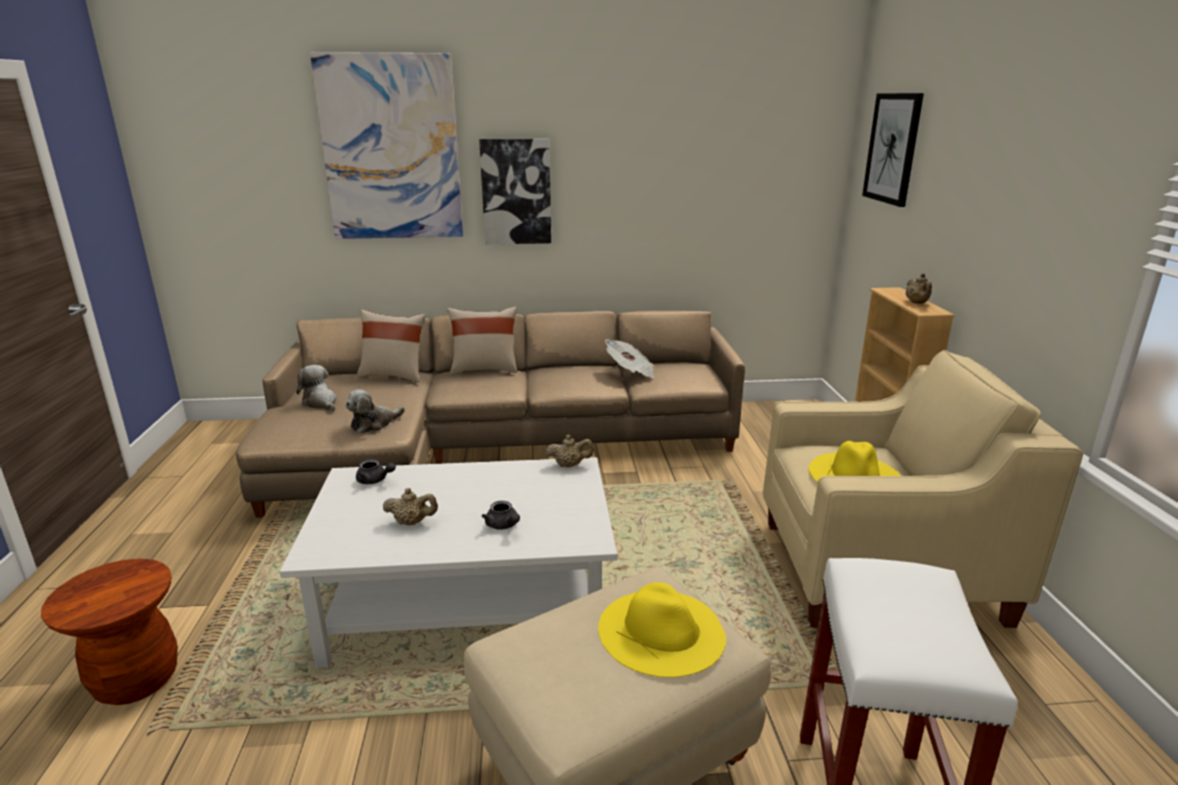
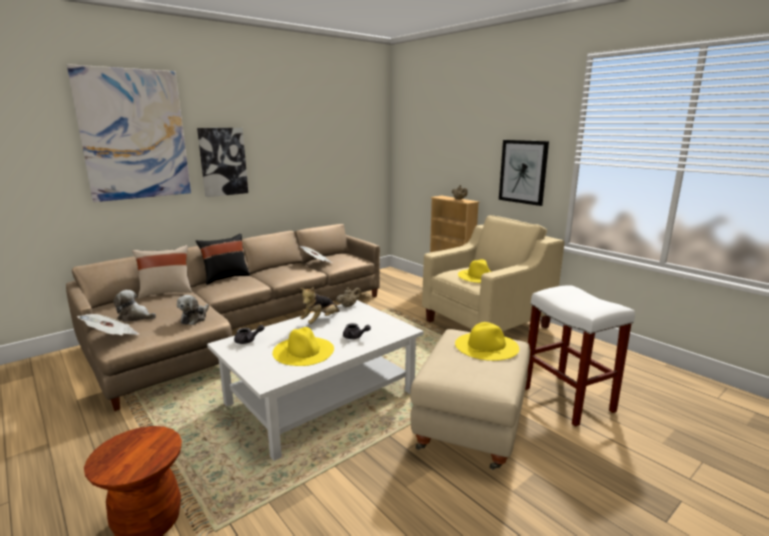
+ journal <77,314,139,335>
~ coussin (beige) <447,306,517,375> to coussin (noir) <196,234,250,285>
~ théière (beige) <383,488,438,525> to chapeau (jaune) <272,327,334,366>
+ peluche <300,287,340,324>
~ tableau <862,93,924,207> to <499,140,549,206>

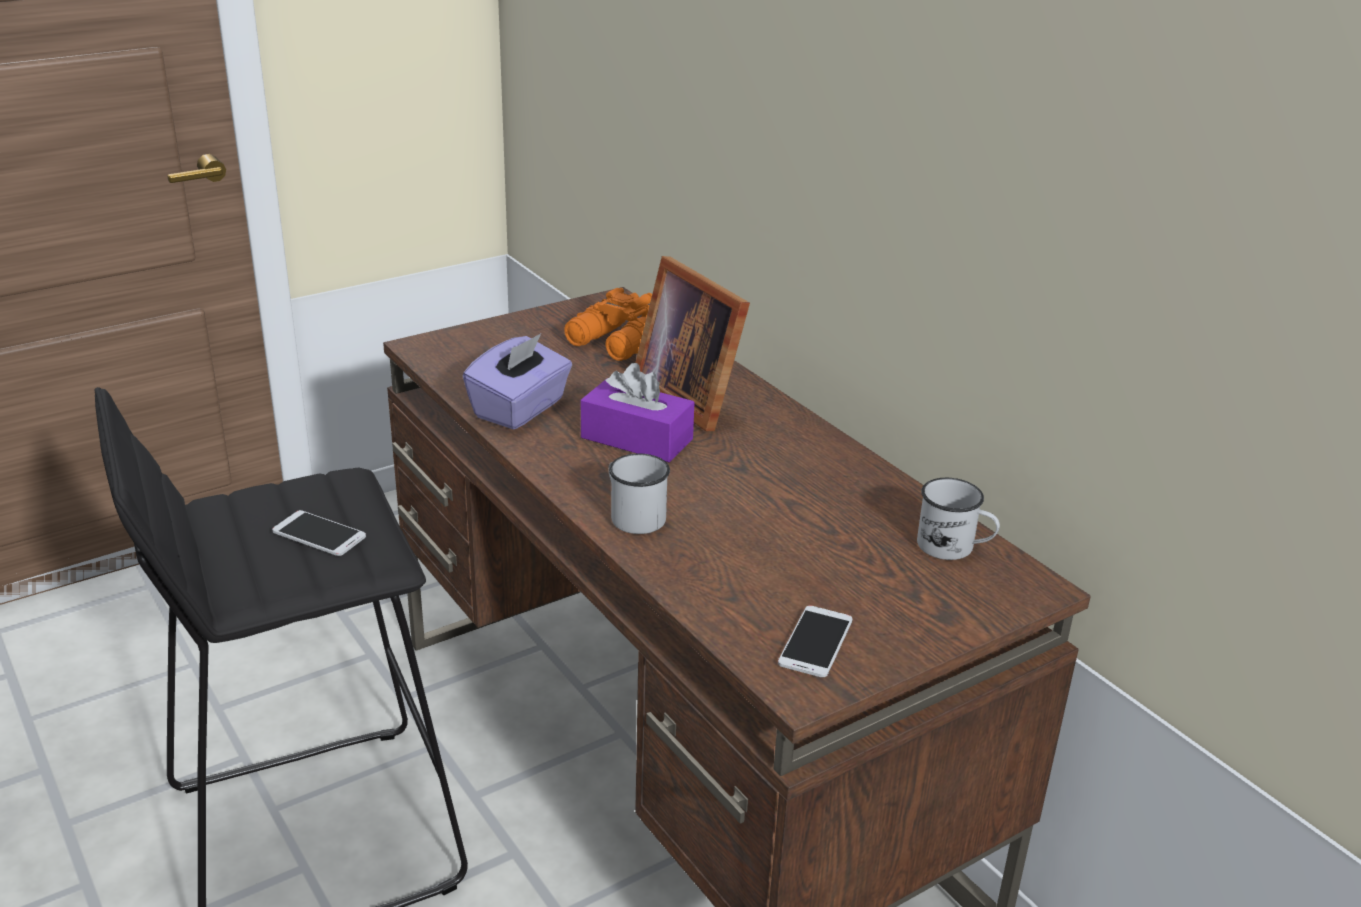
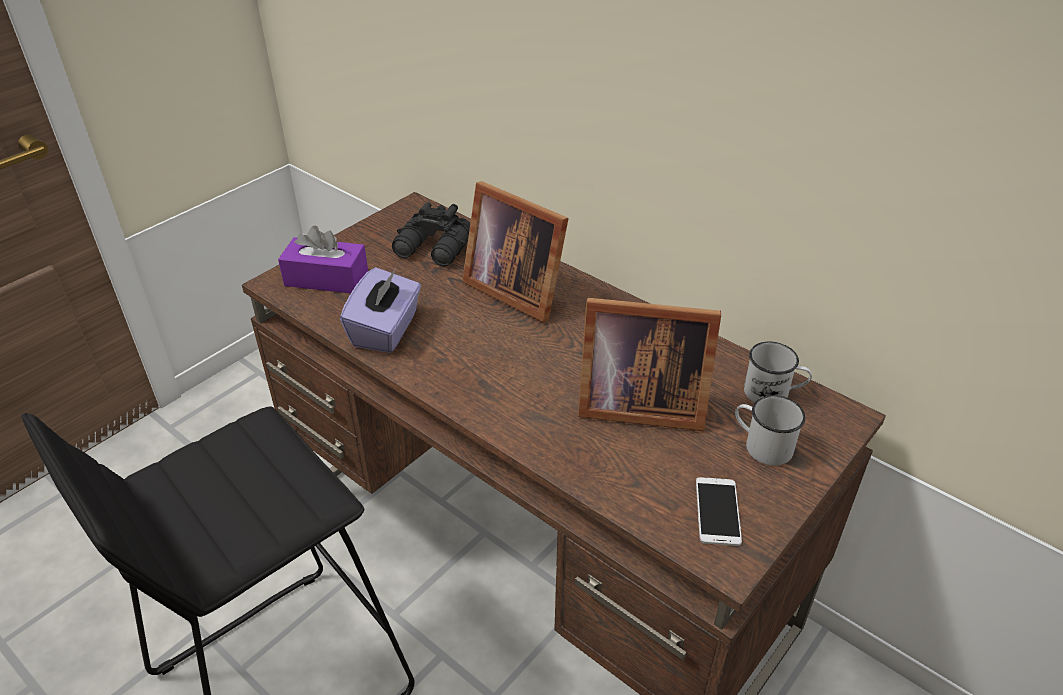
~ boîte à mouchoirs (violet) <581,363,694,462> to <278,225,368,293>
~ jumelles (orange) <564,288,652,361> to jumelles (noir) <392,203,470,266>
+ cadre photo <578,298,721,431>
~ mug (blanc) <608,453,670,534> to <735,395,806,466>
- téléphone <272,510,366,556>

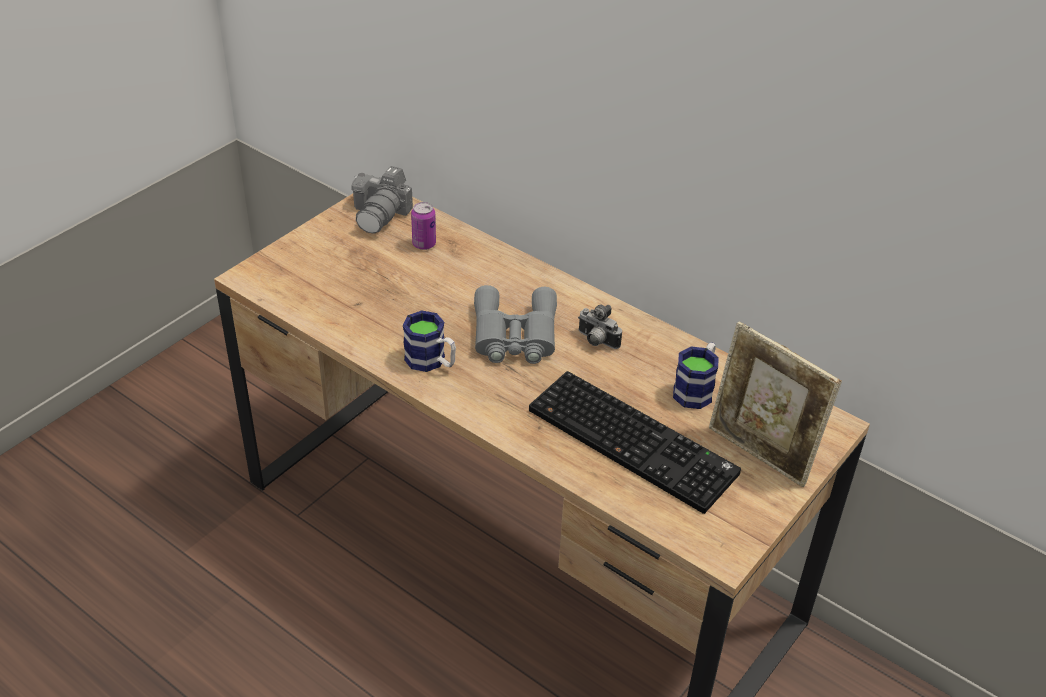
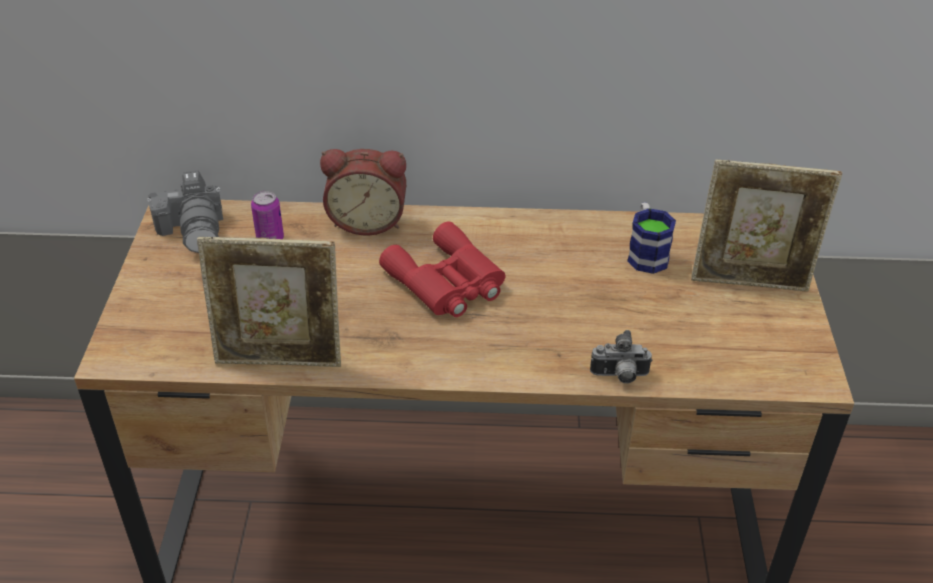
+ cadre photo <197,237,341,367>
+ réveil <320,149,406,236>
~ jumelles (gris) <474,285,557,364> to jumelles (rouge) <379,222,505,317>
~ appareil photo <578,305,622,349> to <590,330,652,383>
- mug <403,310,456,372>
- clavier <529,371,741,514>

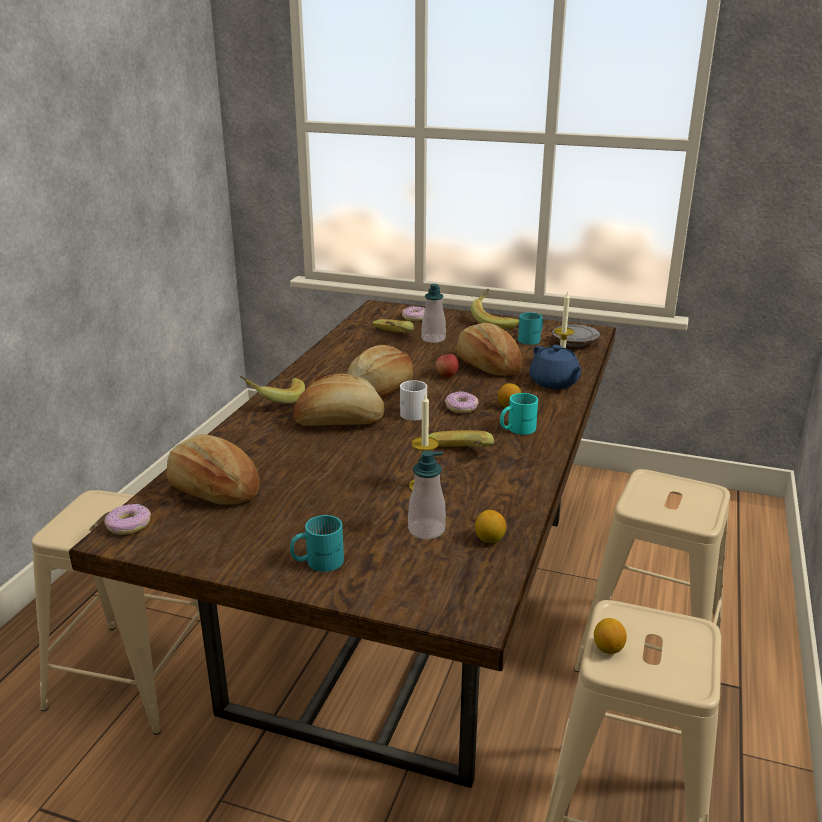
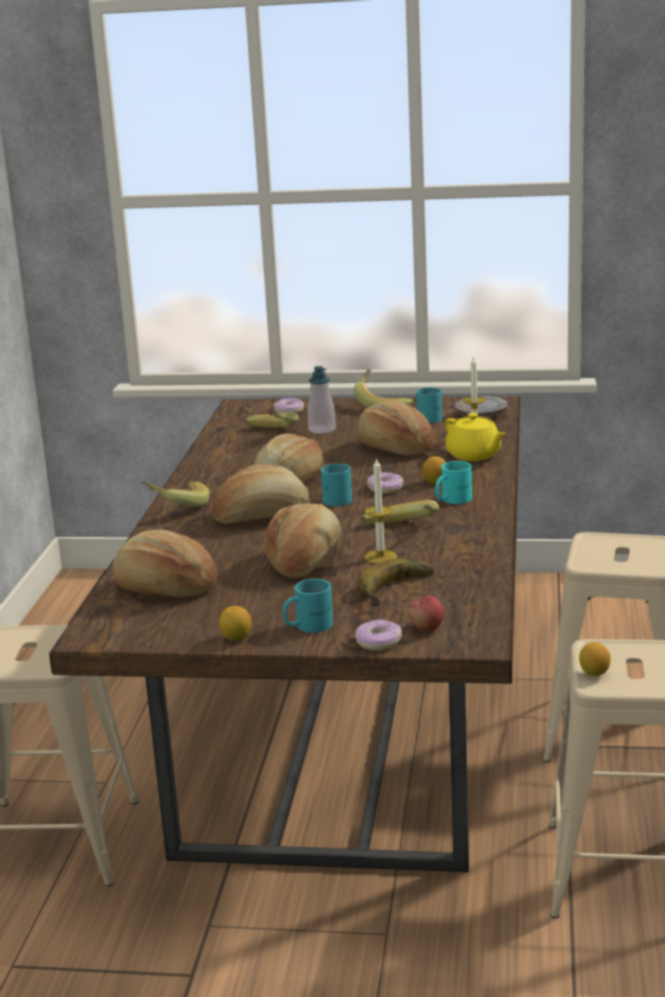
~ citron <475,510,506,543> to <219,606,252,641>
+ pain <265,504,341,578>
~ mug (blanc) <400,380,427,421> to mug (turquoise) <321,464,352,506>
~ beignet <105,503,151,535> to <355,619,402,651>
~ distributeur de savon <408,450,446,539> to banane <357,558,434,606>
~ pomme <435,354,459,378> to <409,596,444,631>
~ théière (bleu) <529,345,582,389> to théière (jaune) <445,413,506,461>

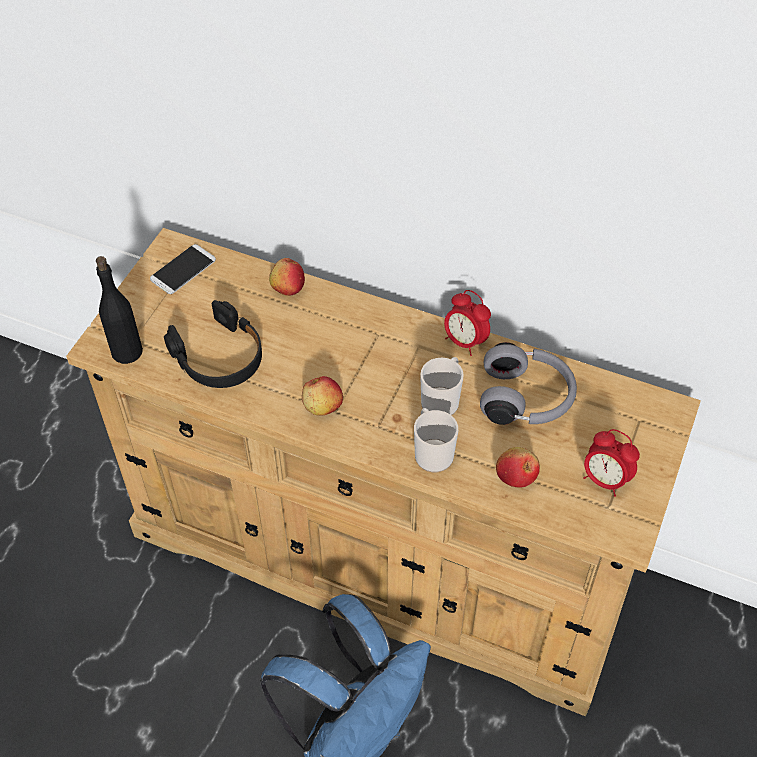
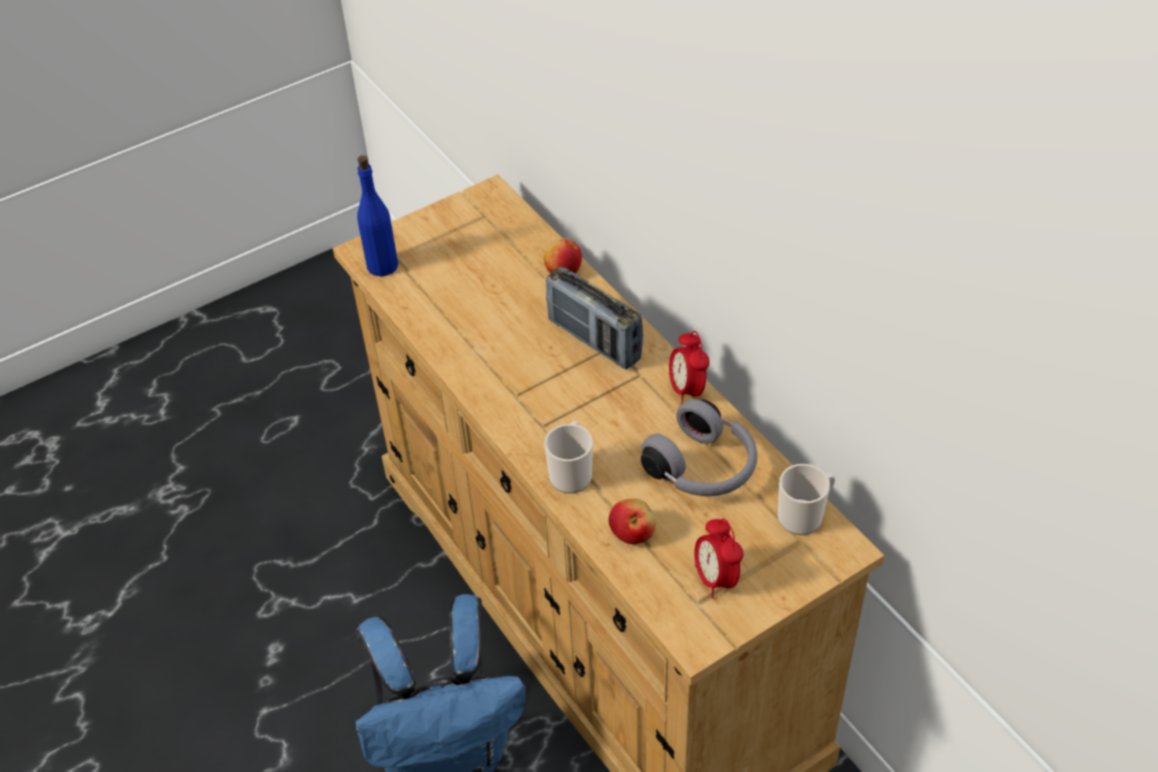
~ bouteille (noir) <96,256,143,364> to bouteille (bleu) <357,155,398,276>
+ radio <546,266,643,369>
~ mug <420,357,464,415> to <778,464,835,535>
- téléphone <150,244,216,294>
- casque audio (noir) <164,300,262,388>
- pomme <302,376,343,416>

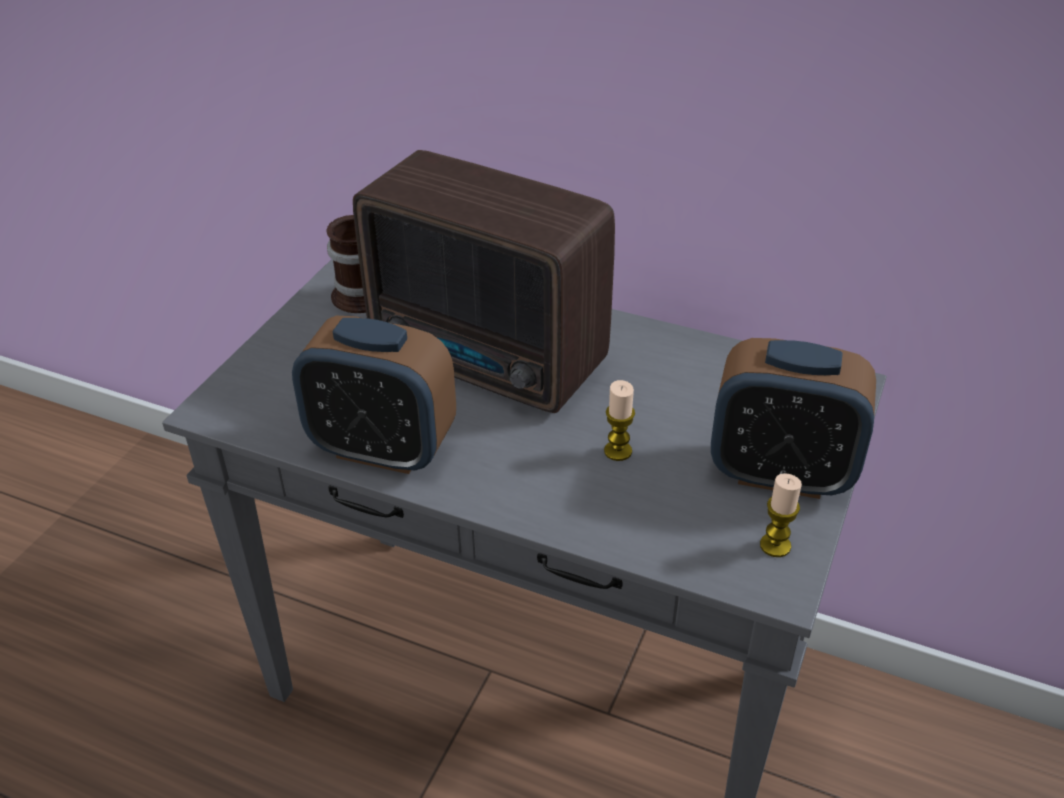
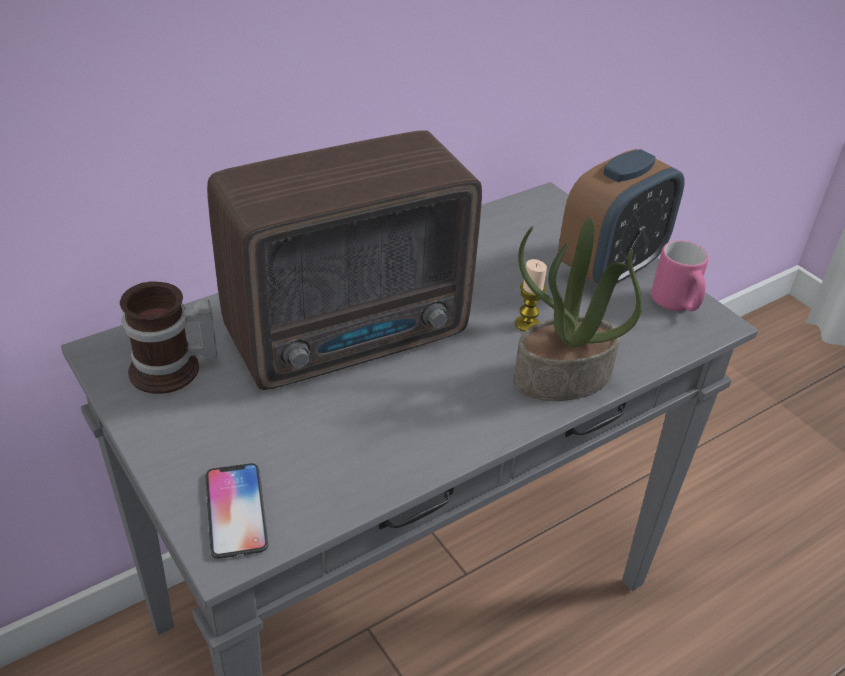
+ téléphone <205,463,268,559>
+ plante en pot <513,218,642,401>
~ bougie <760,473,802,557> to mug (rose) <651,240,709,311>
- réveil <292,316,456,474>

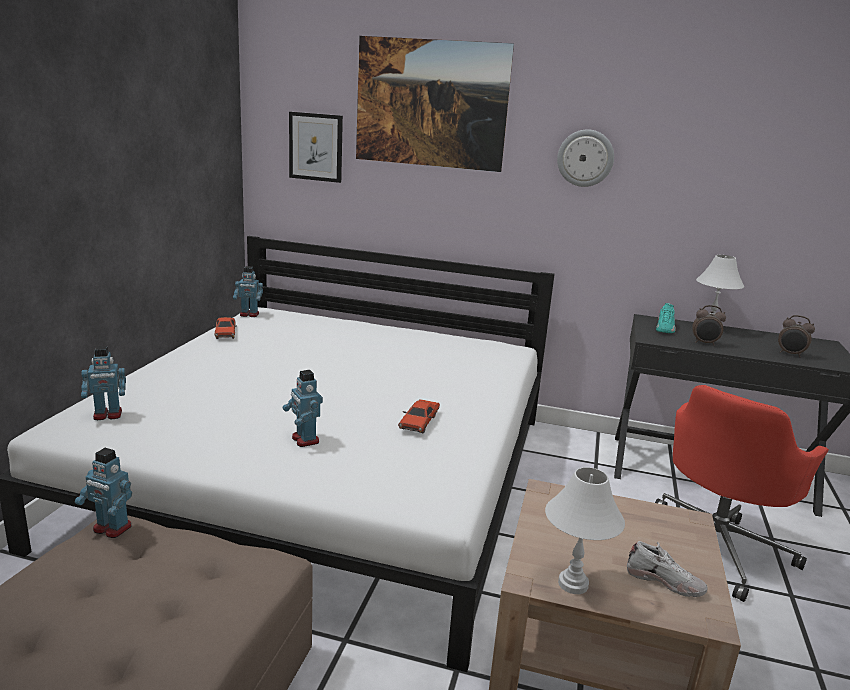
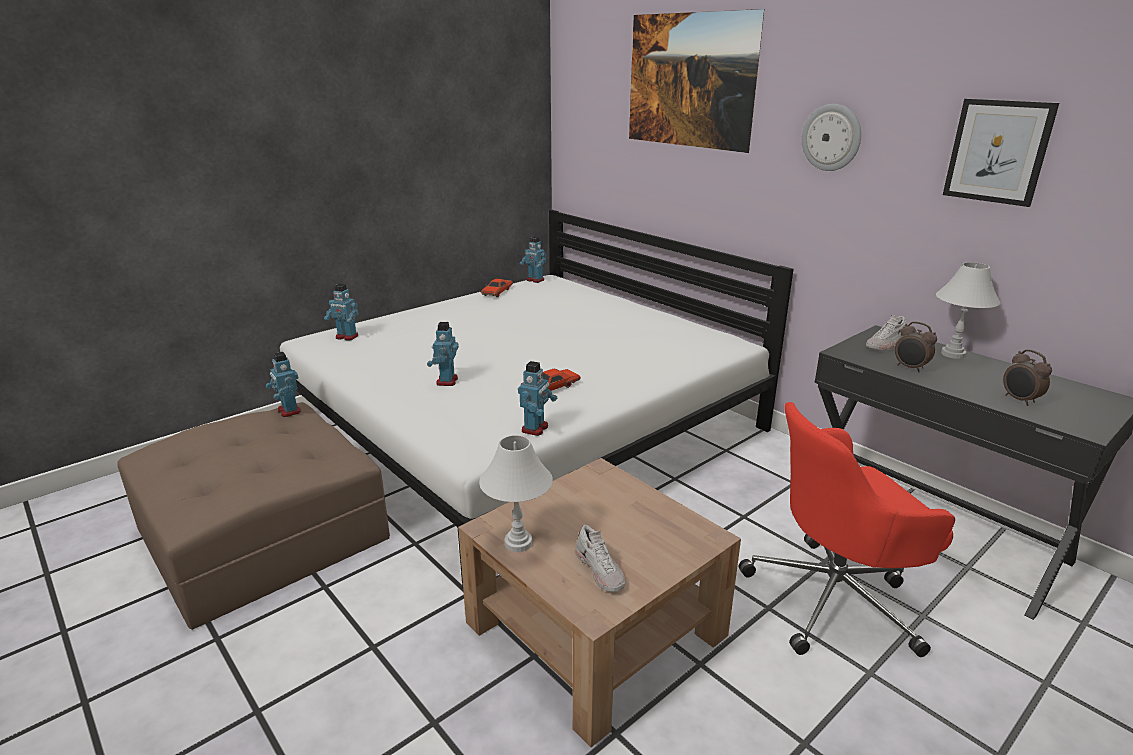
+ robot jouet <518,361,557,436>
~ chaussure (turquoise) <656,303,676,333> to chaussure (blanc) <866,315,906,351>
~ tableau <289,112,343,183> to <943,99,1059,207>

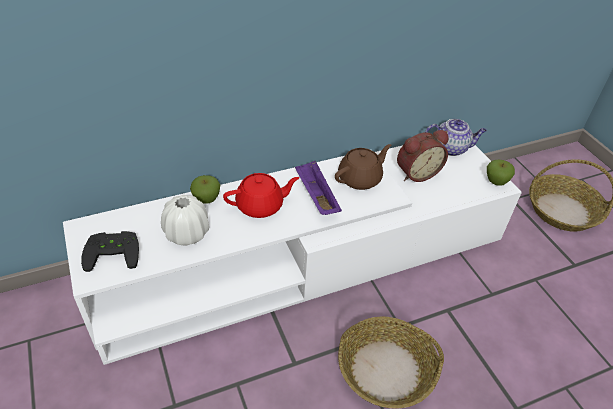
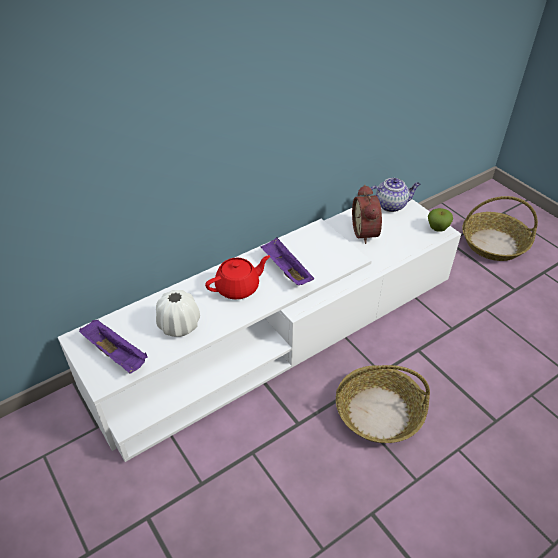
~ manette (noir) <81,231,139,272> to plateau (violet) <79,320,148,374>
~ réveil <397,130,449,182> = <352,184,382,244> 120 degrees clockwise
- pomme <190,175,220,204>
- théière (marron) <335,144,391,190>

